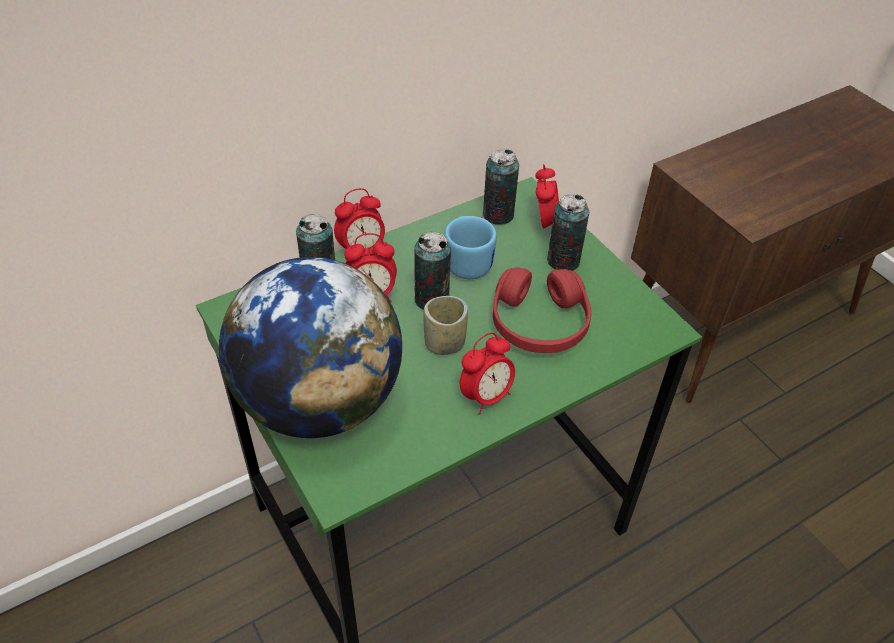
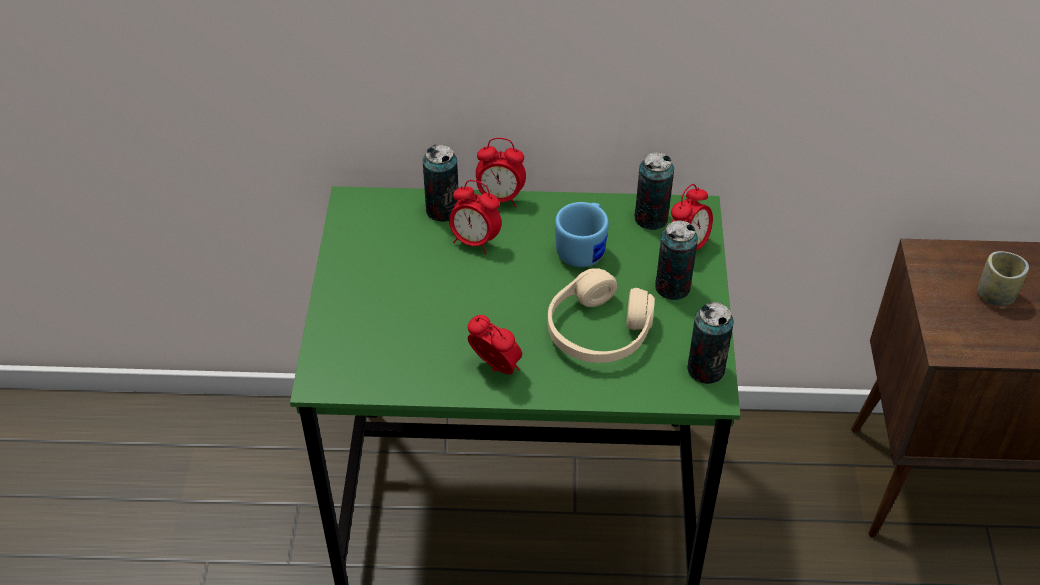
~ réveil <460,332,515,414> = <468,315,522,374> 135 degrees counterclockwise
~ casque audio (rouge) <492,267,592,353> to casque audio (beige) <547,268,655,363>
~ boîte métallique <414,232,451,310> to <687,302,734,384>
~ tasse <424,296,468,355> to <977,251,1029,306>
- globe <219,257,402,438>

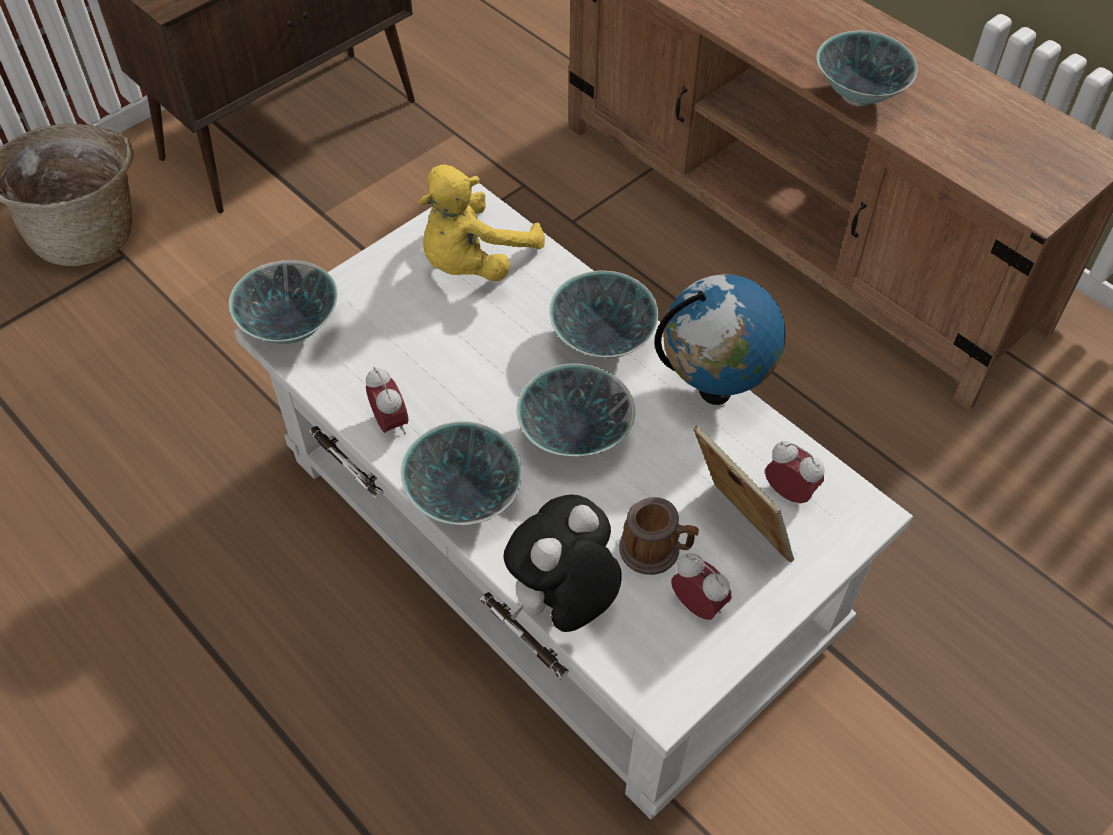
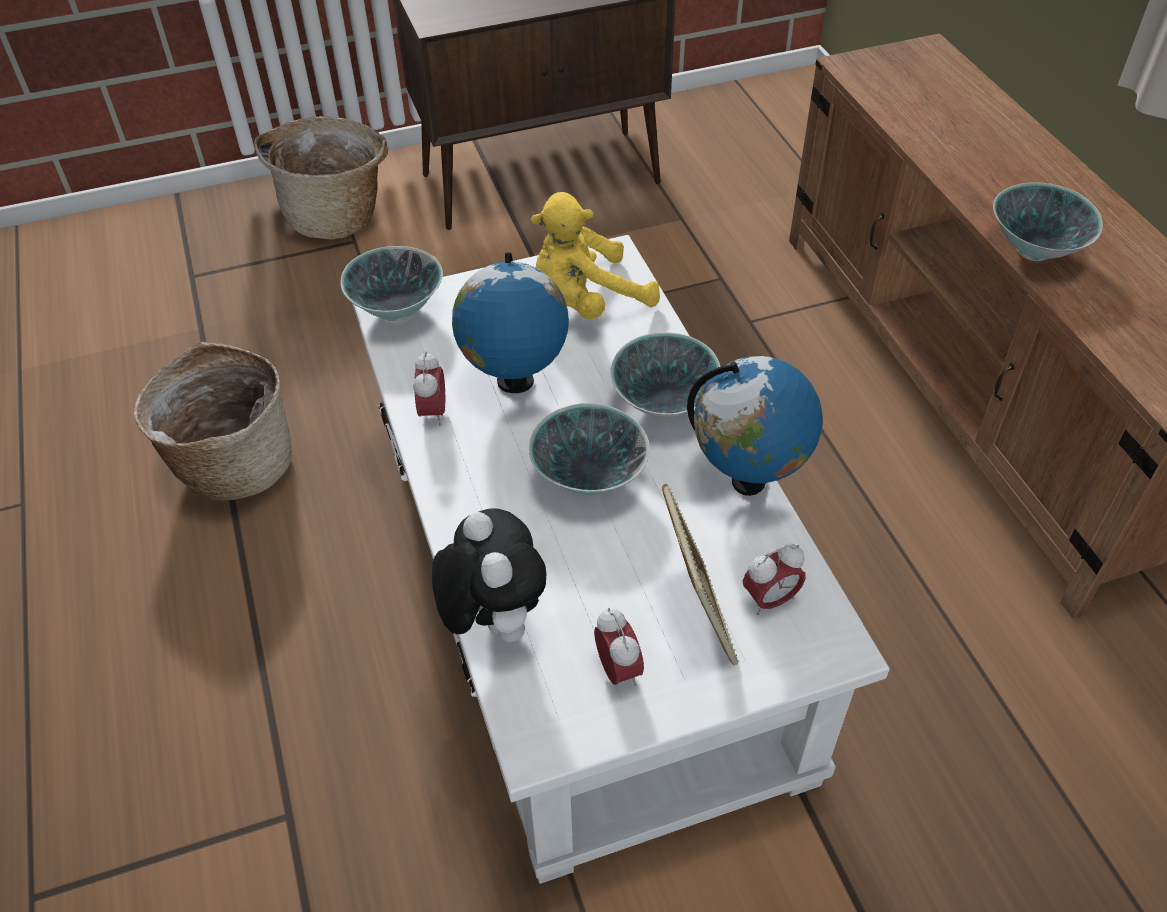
+ panier <133,342,292,500>
~ peluche <504,494,621,632> = <432,508,547,642> 90 degrees clockwise
+ globe <452,252,569,393>
~ réveil <765,441,824,503> = <743,544,806,615> 90 degrees clockwise
- bol <401,421,522,526>
- mug <619,497,699,575>

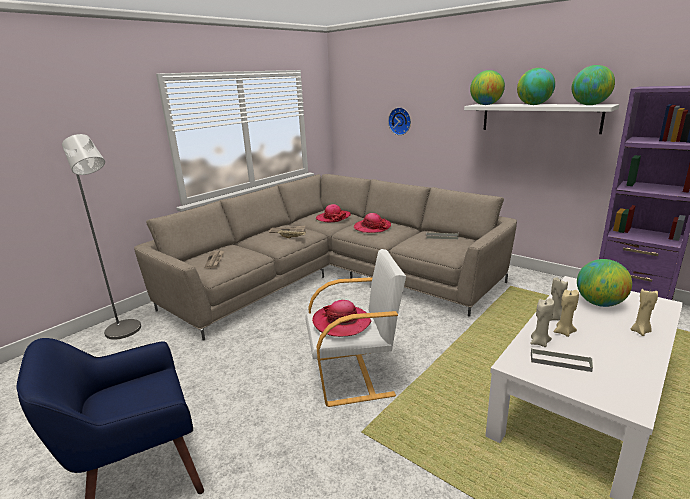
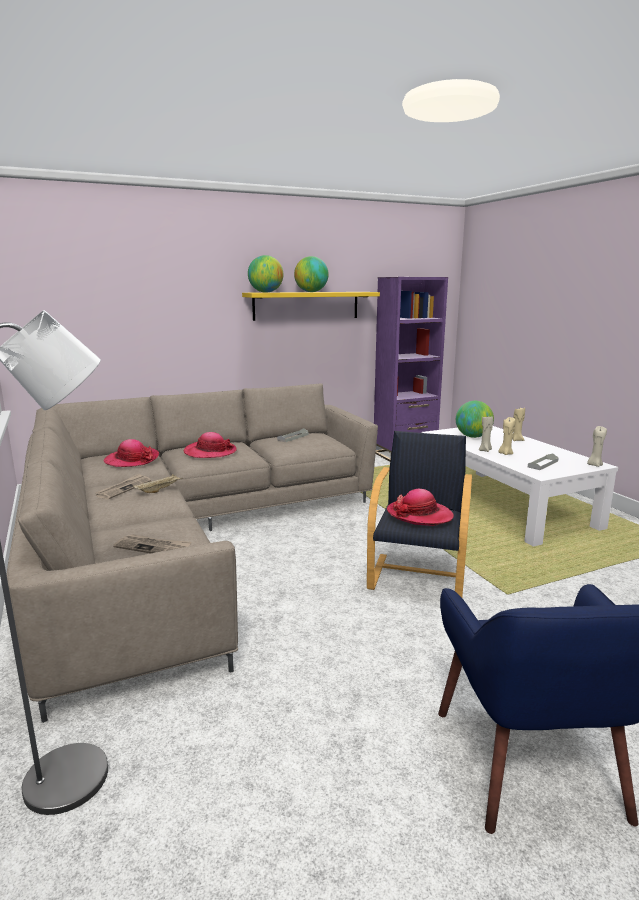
~ étagère (blanc) <464,104,619,134> to étagère (jaune) <242,292,380,321>
~ fauteuil (blanc) <305,249,406,407> to fauteuil (noir) <367,431,472,598>
~ bougie (beige) <531,298,554,347> to <587,426,607,467>
- horloge murale <388,107,411,135>
- globe <572,65,615,105>

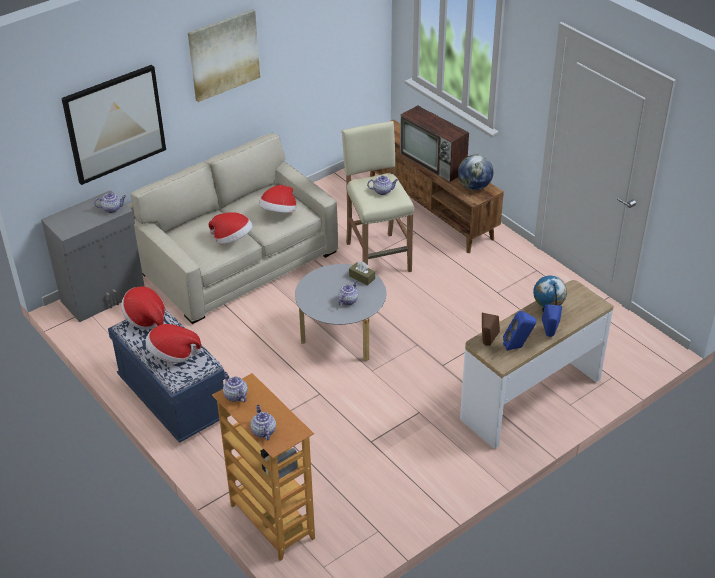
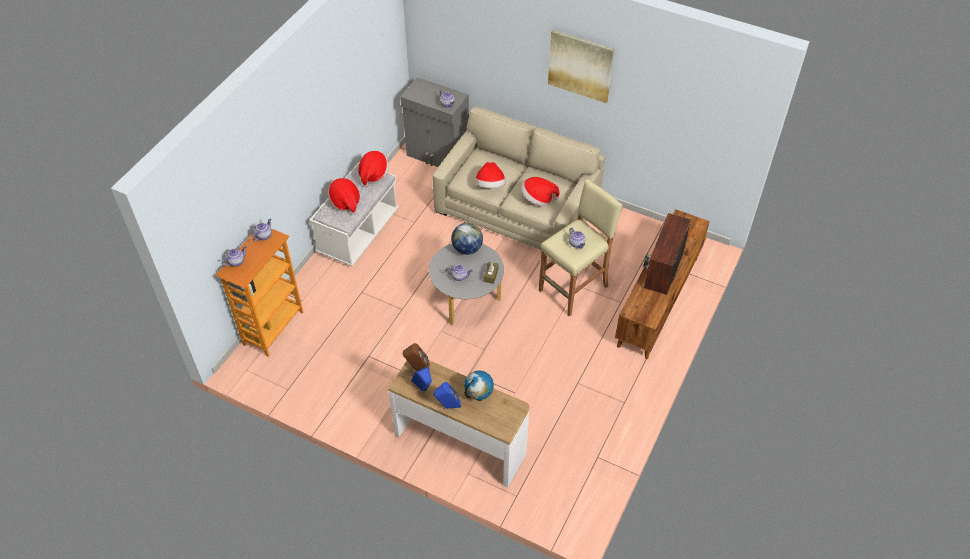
~ banc (bleu) <108,309,225,443> to banc (blanc) <309,162,399,266>
~ globe <458,154,493,190> to <451,223,483,255>
- tableau <61,65,166,185>

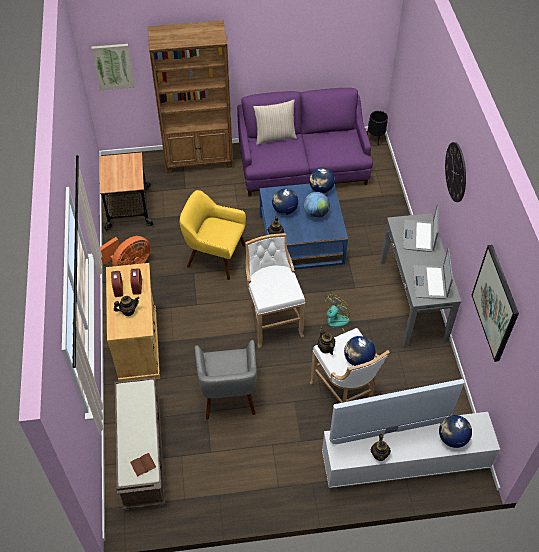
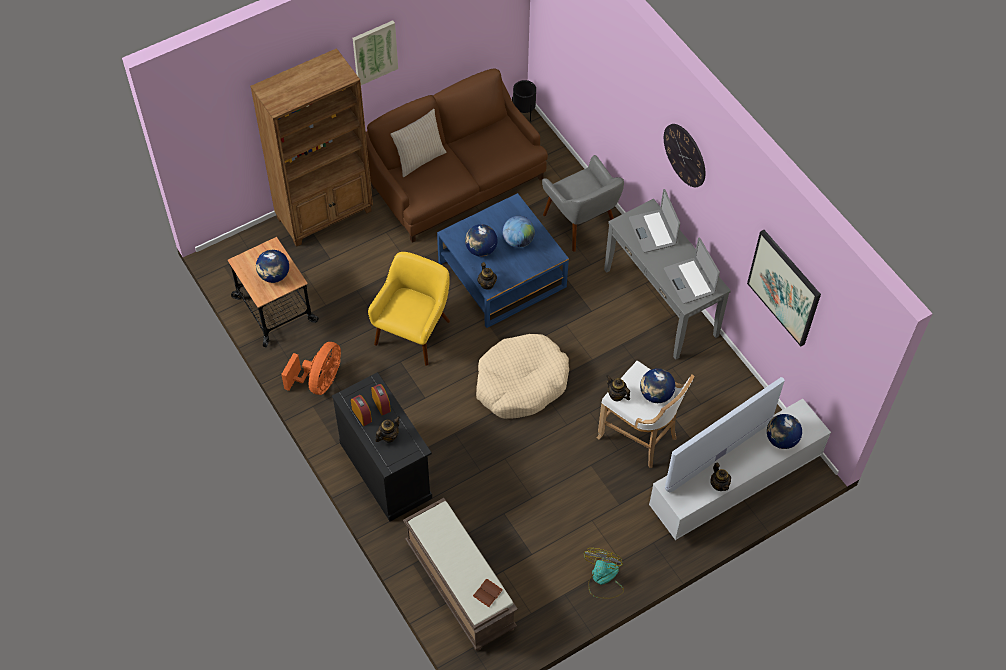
~ globe <309,168,335,193> to <256,250,289,283>
~ meuble de rangement (beige) <106,263,160,381> to meuble de rangement (noir) <332,372,432,521>
~ tableau <91,44,135,90> to <353,20,398,85>
~ canapé (violet) <237,88,373,197> to canapé (marron) <366,69,548,243>
~ fauteuil (jaune) <180,190,246,280> = <368,252,450,366> 120 degrees clockwise
~ tabouret (blanc) <245,233,305,348> to panier pour chien (beige) <476,334,569,419>
~ fauteuil (gris) <194,340,257,420> to <542,155,624,252>
~ ventilateur <321,294,351,338> to <584,548,624,599>

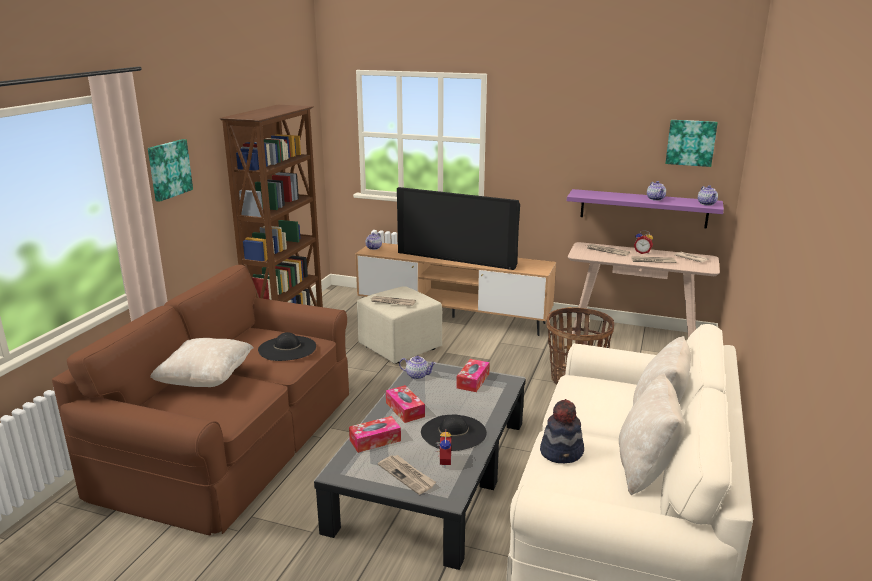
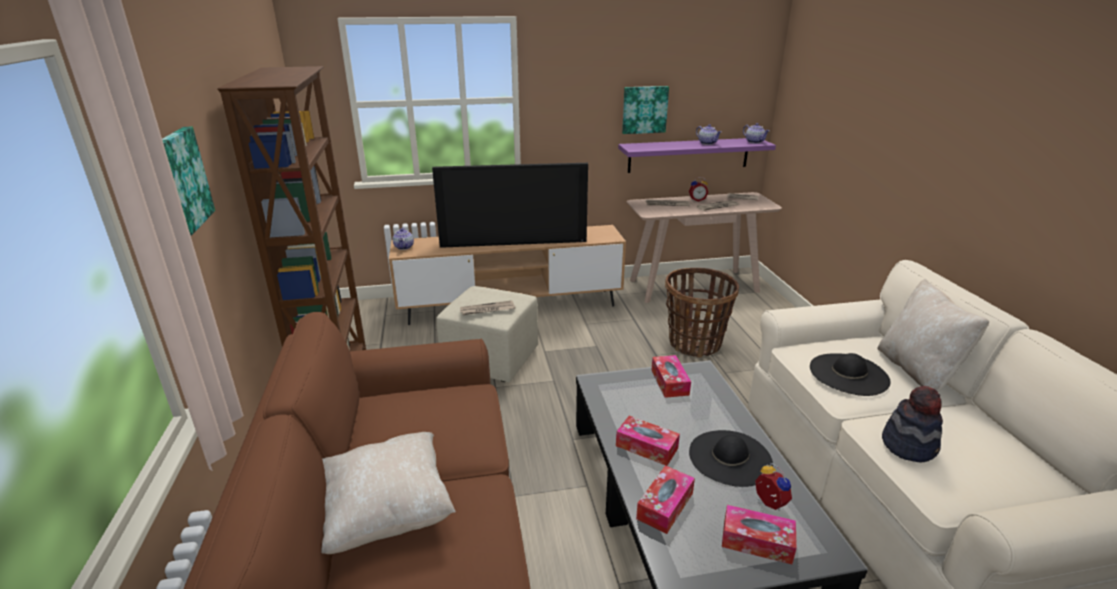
~ tableau <665,120,718,167> to <622,86,669,134>
~ journal <378,455,436,495> to boîte à mouchoirs <722,505,797,565>
~ chapeau (noir) <258,332,316,361> to <810,353,891,396>
- théière <399,356,436,379>
- coussin (beige) <619,373,684,495>

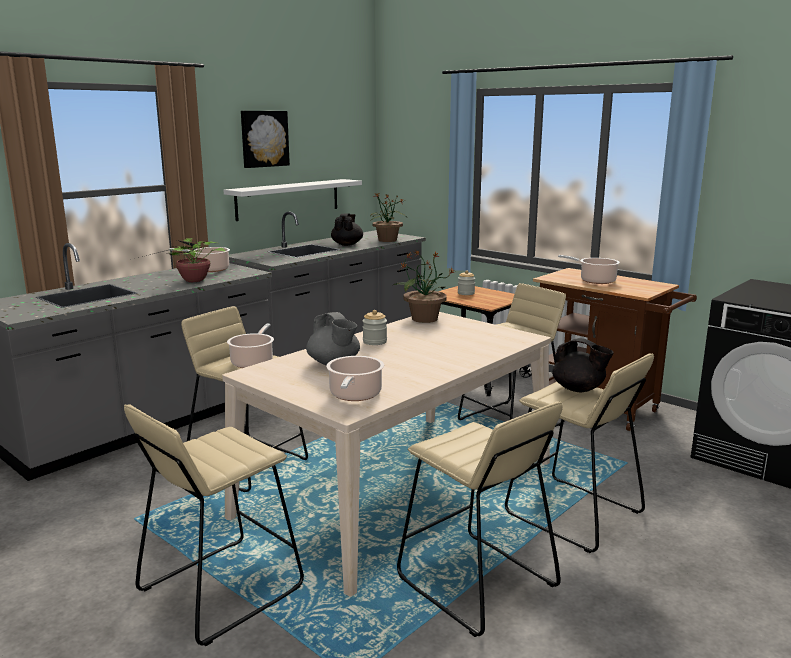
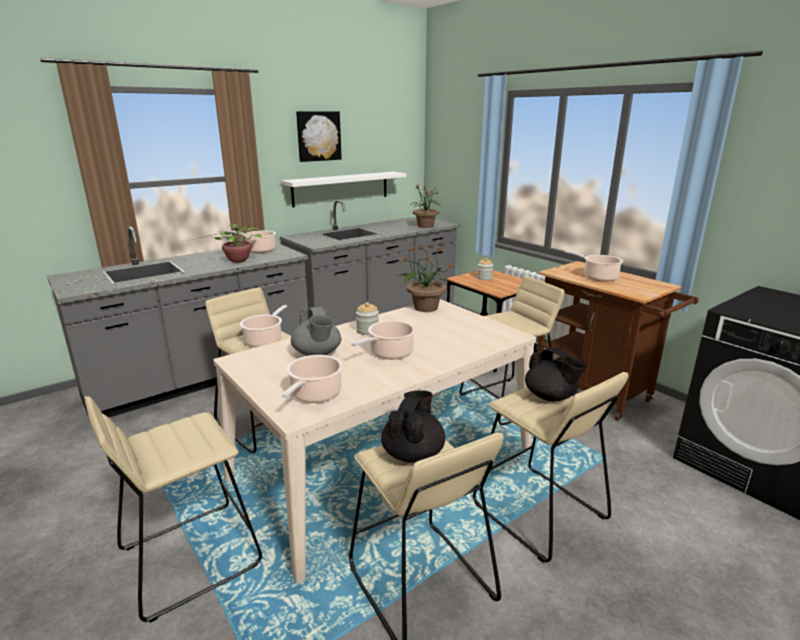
+ marmite <351,320,416,359>
~ théière (noir) <331,213,363,246> to <381,390,445,463>

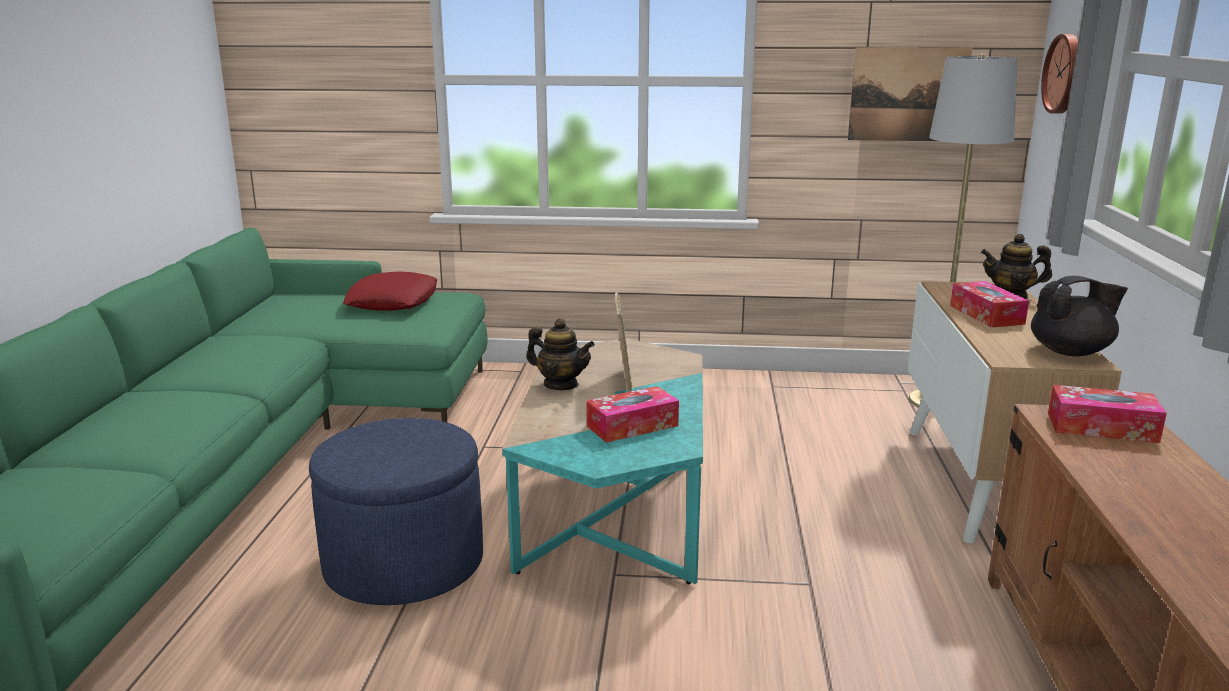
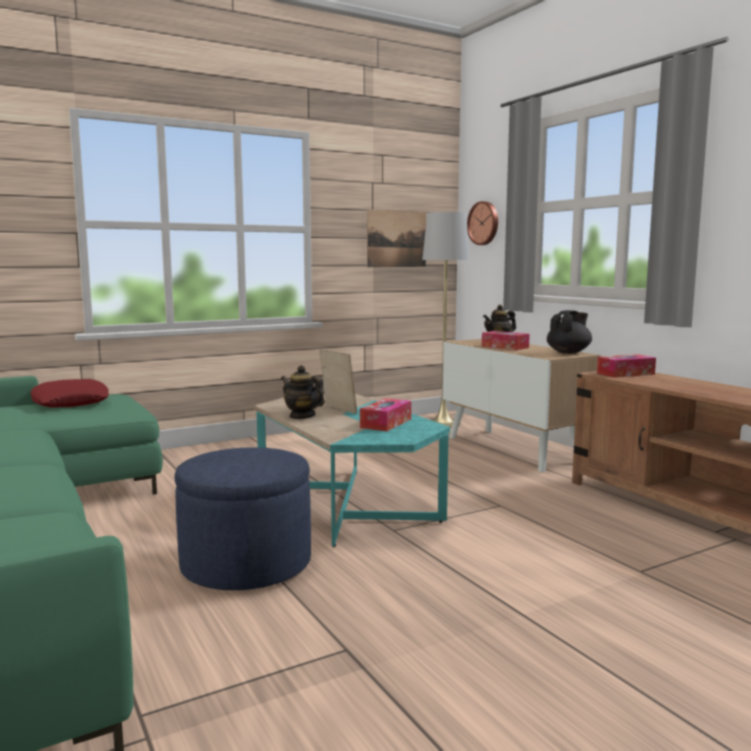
~ théière <526,318,595,390> = <281,365,325,419> 135 degrees counterclockwise

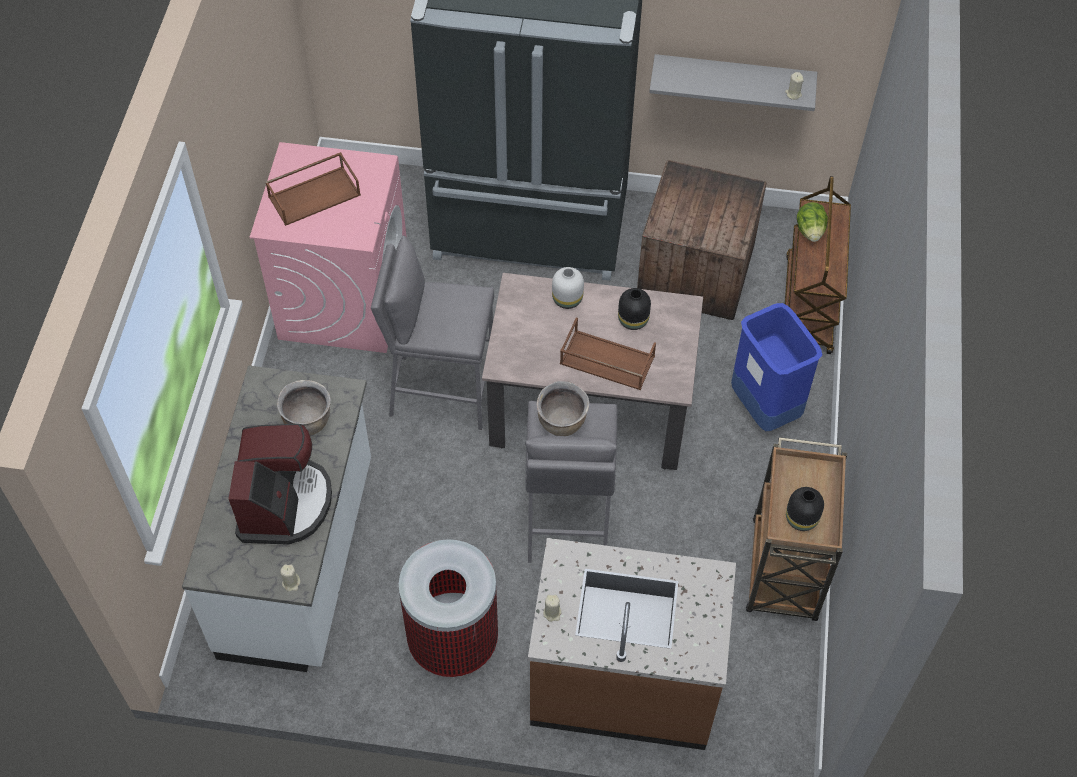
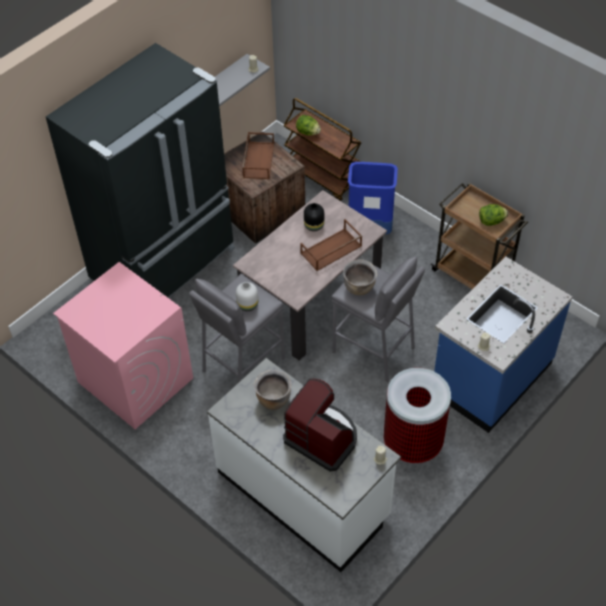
~ vase (blanc) <552,267,584,309> to <236,282,258,311>
~ plateau (marron) <265,152,361,226> to <242,132,274,179>
~ comptoir de cuisine (marron) <528,538,736,750> to comptoir de cuisine (bleu) <434,256,572,433>
~ vase (noir) <786,487,824,531> to laitue <479,204,508,226>

